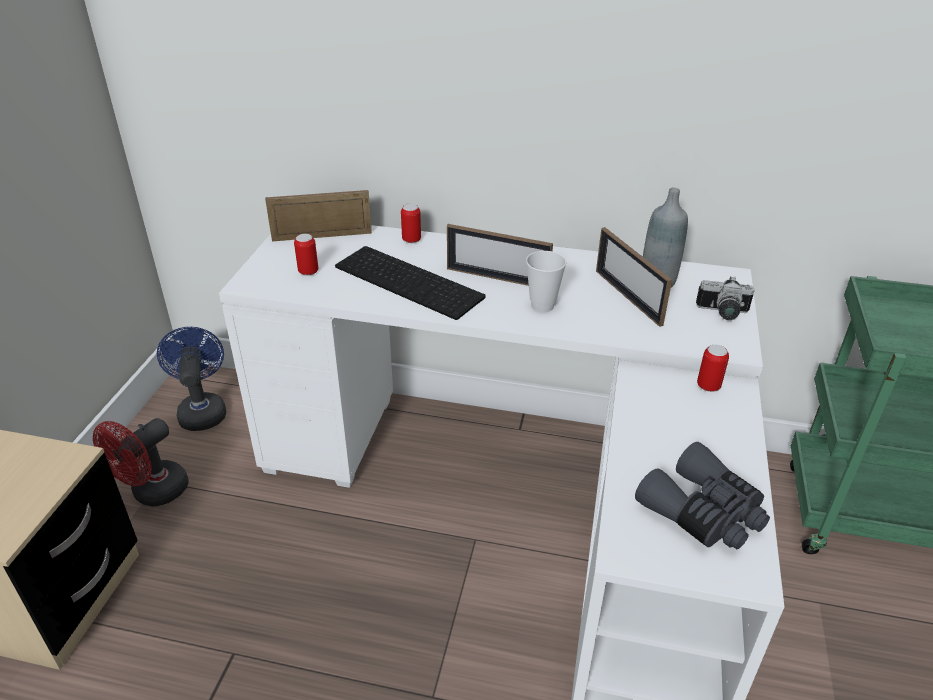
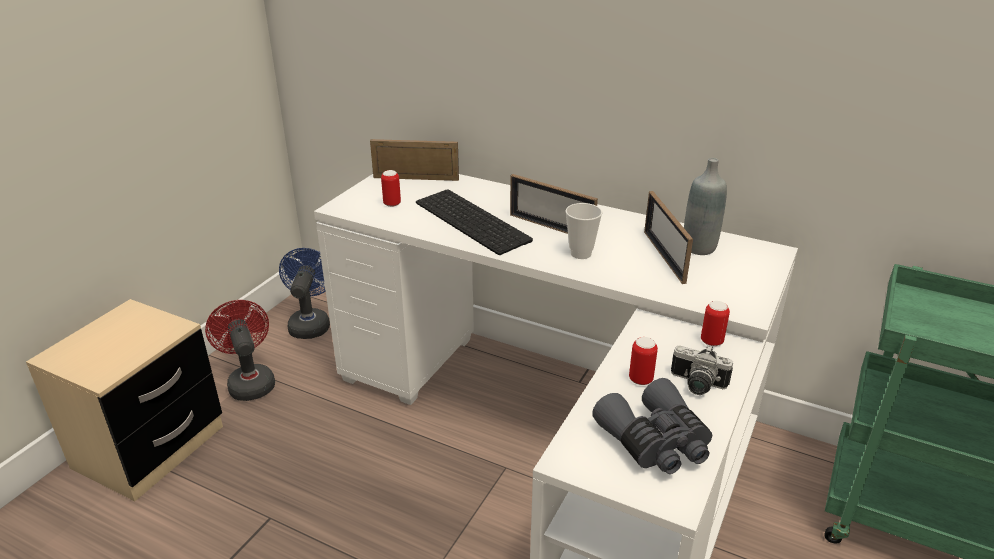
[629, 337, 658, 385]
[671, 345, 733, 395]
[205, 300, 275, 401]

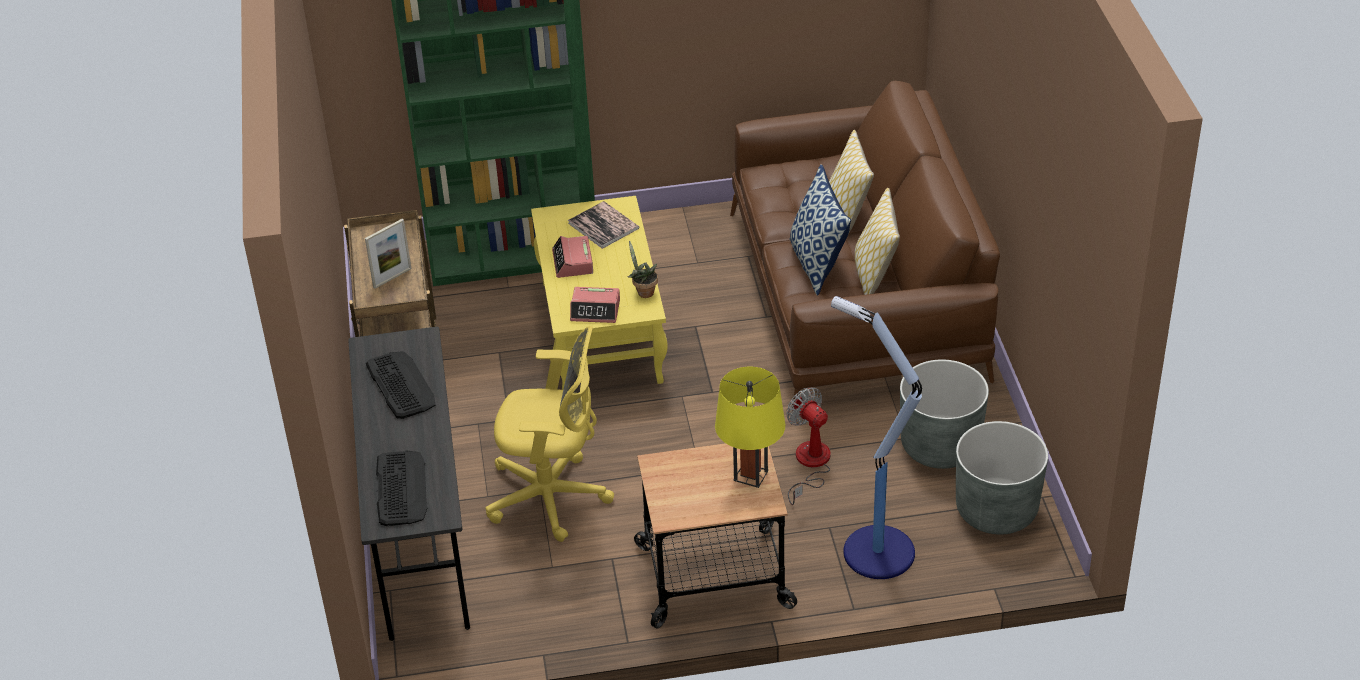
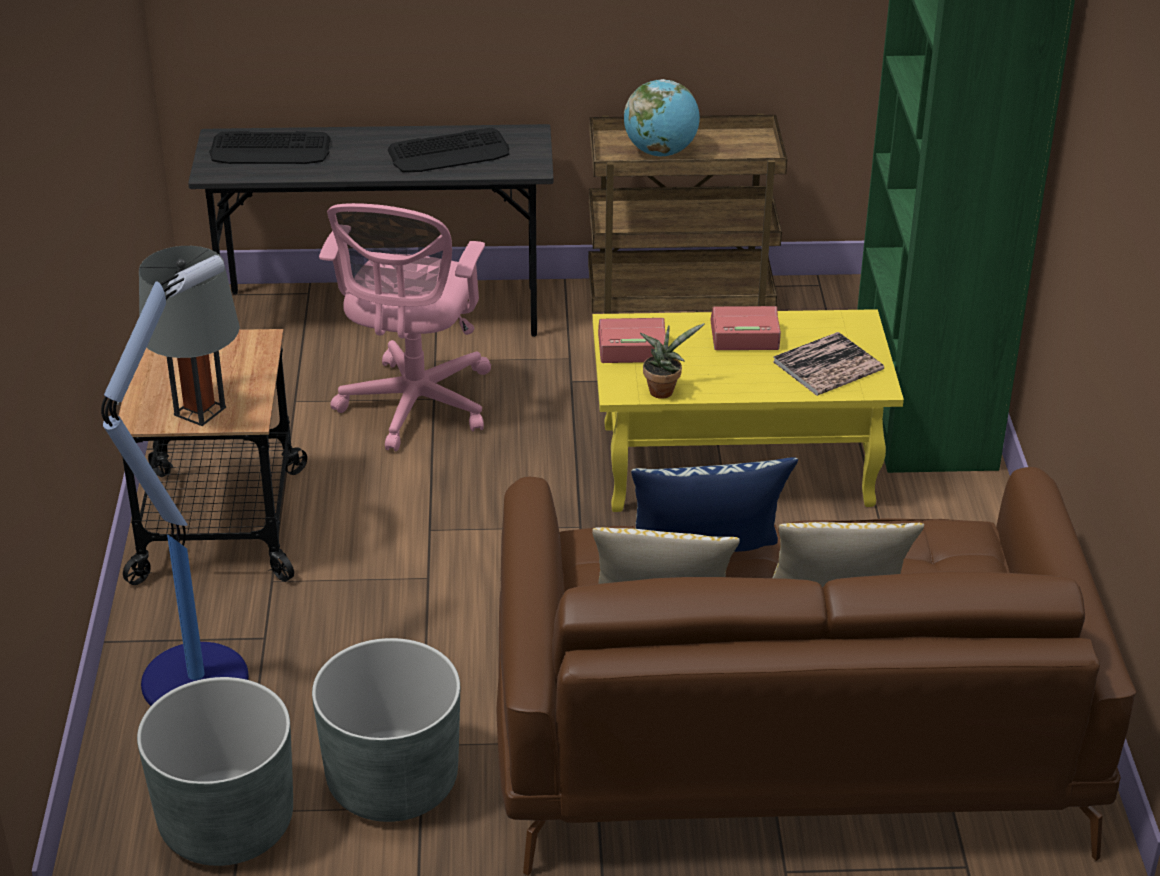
[624, 79, 700, 157]
[598, 318, 666, 363]
[319, 203, 491, 451]
[139, 246, 240, 426]
[787, 387, 831, 505] (first image)

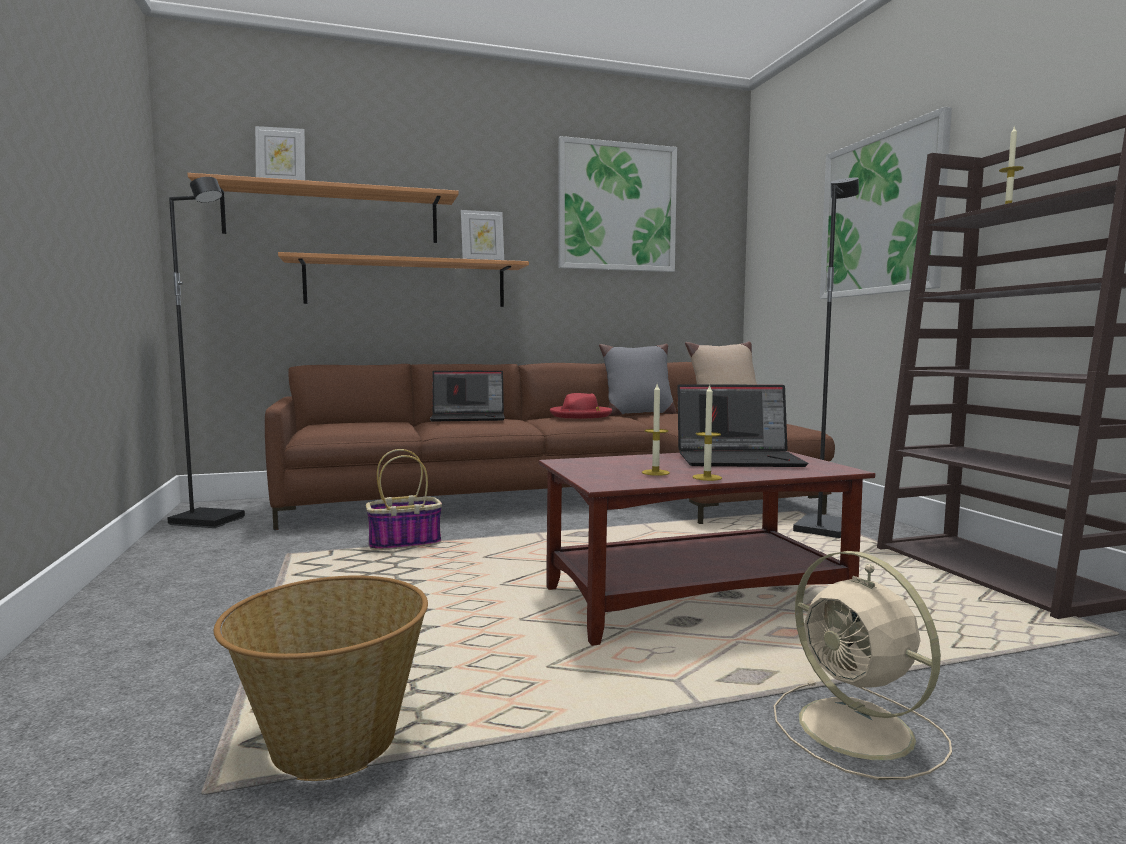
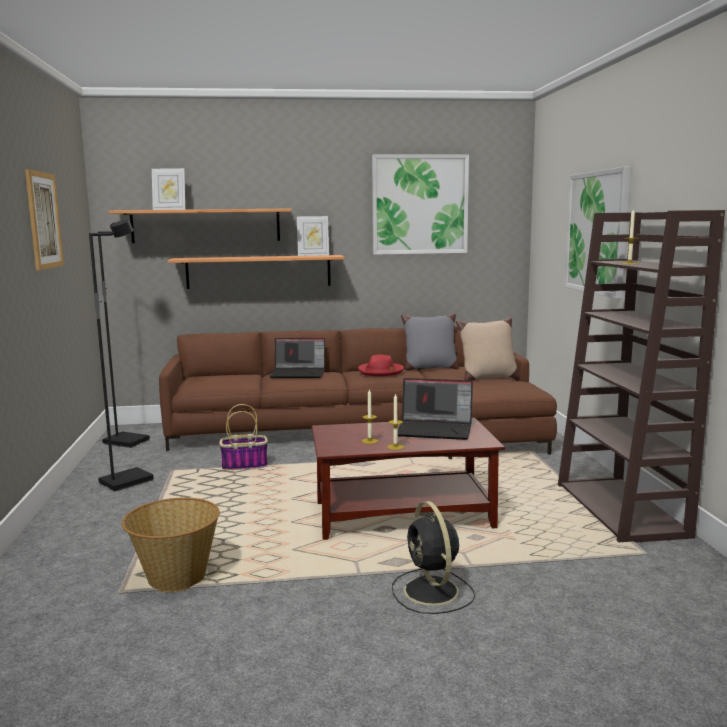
[89, 220, 154, 492]
[392, 501, 475, 614]
[25, 169, 64, 270]

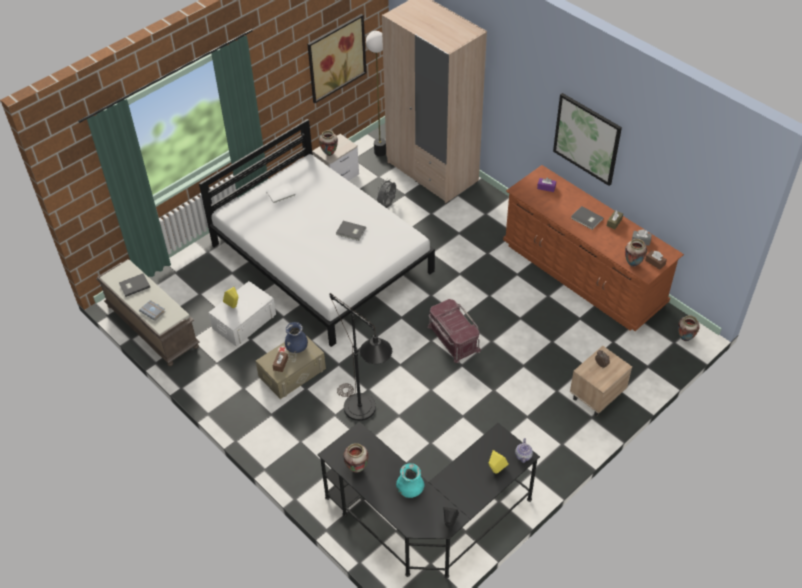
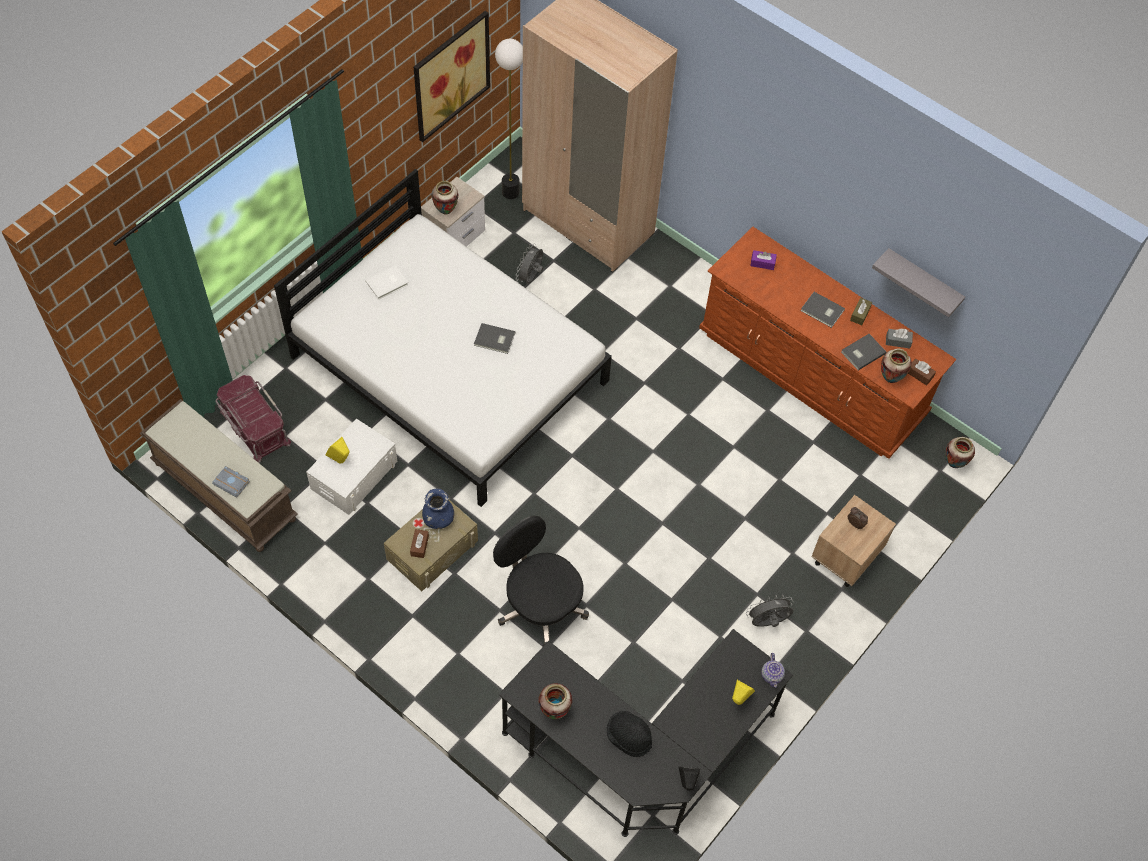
[553, 93, 622, 186] (first image)
[841, 334, 887, 370]
[493, 516, 589, 646]
[215, 375, 291, 463]
[607, 711, 652, 757]
[872, 248, 965, 317]
[746, 595, 793, 627]

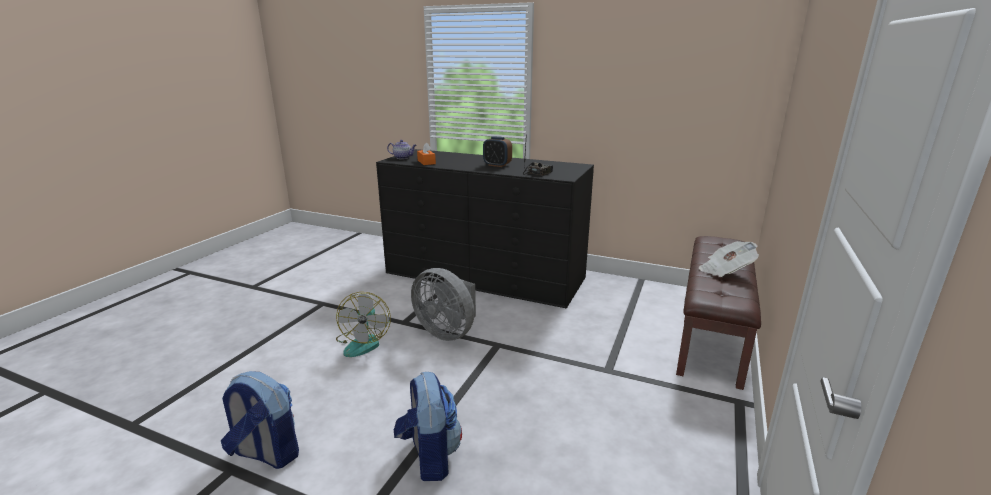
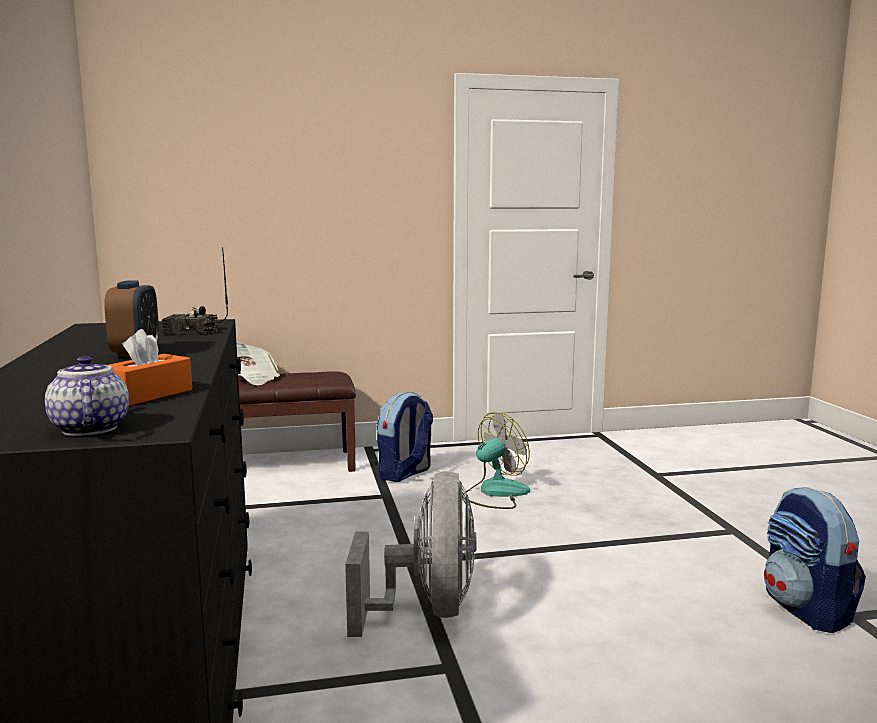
[462, 412, 530, 509]
[376, 392, 433, 482]

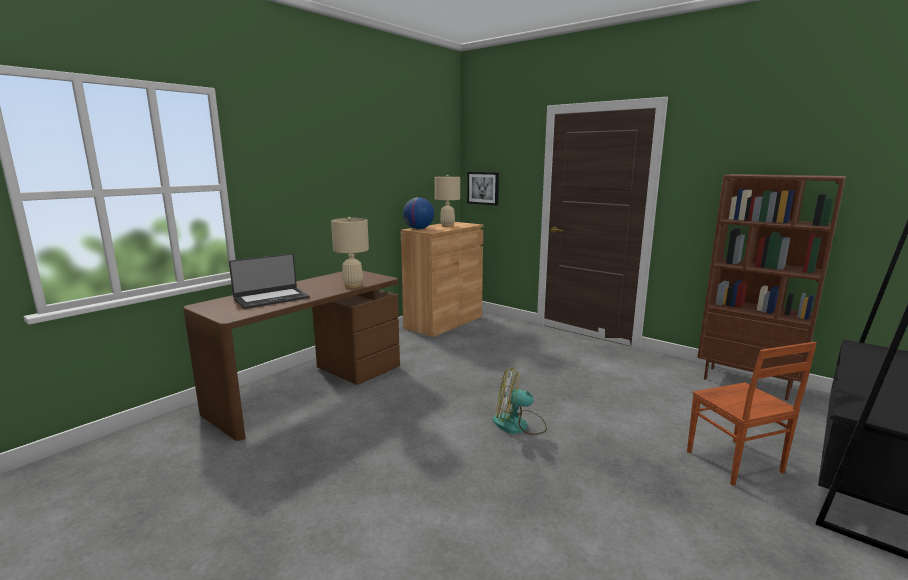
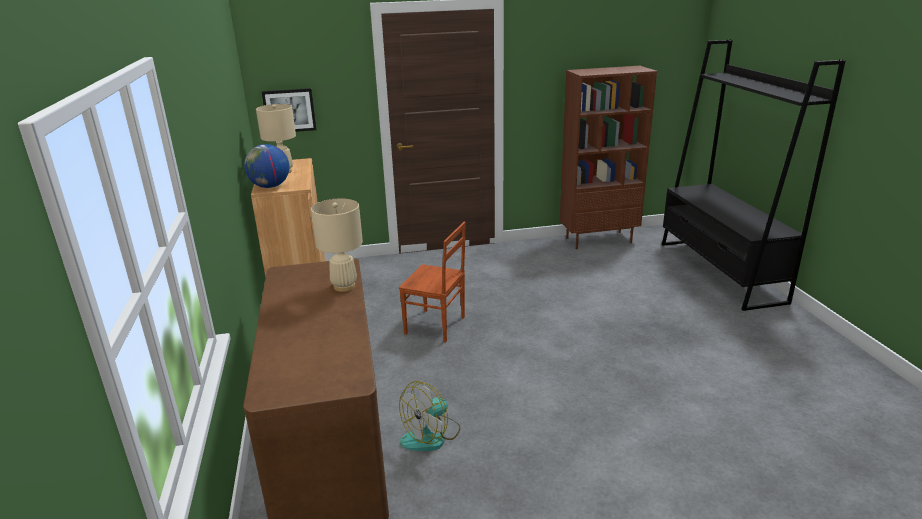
[229, 253, 309, 309] (first image)
[399, 222, 466, 343]
[399, 381, 461, 451]

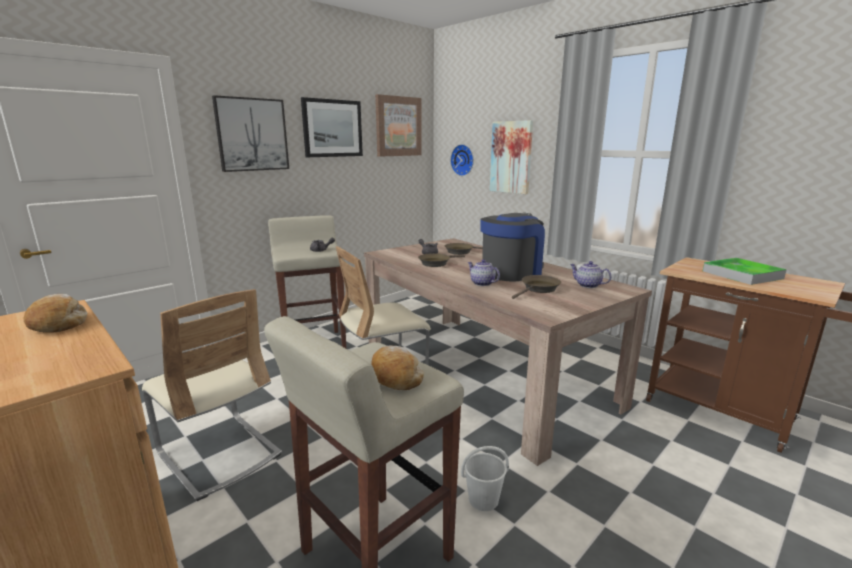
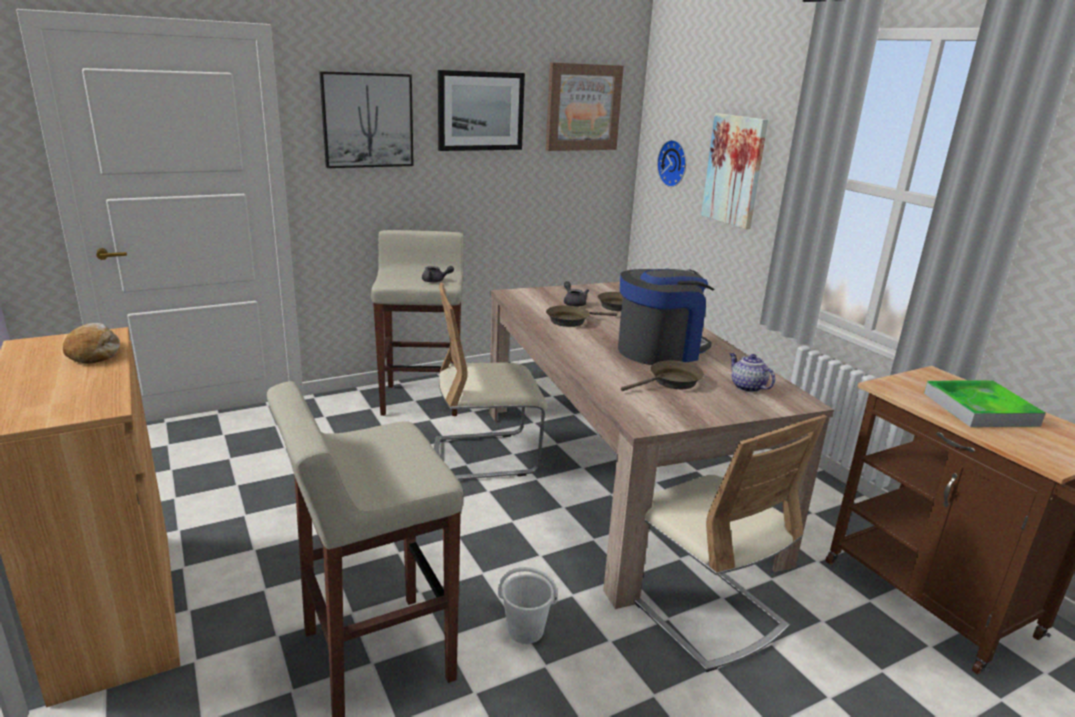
[468, 259, 500, 286] (first image)
[635, 415, 827, 672]
[371, 346, 424, 390] (first image)

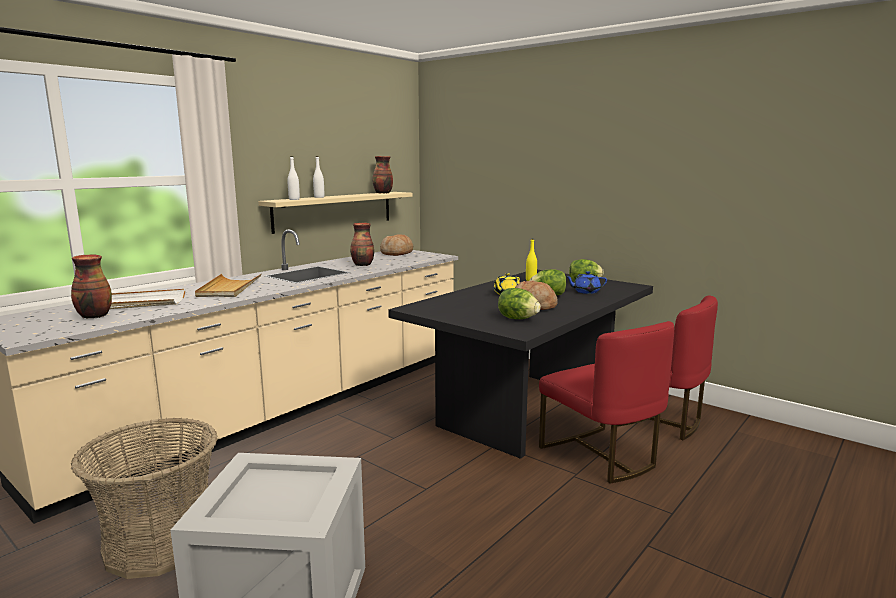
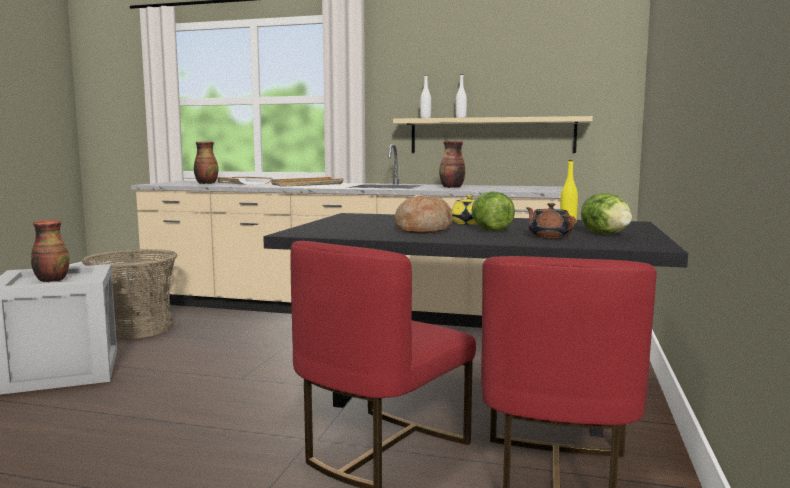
[31, 220, 70, 282]
[380, 235, 413, 256] (first image)
[526, 203, 576, 239]
[498, 288, 541, 319] (first image)

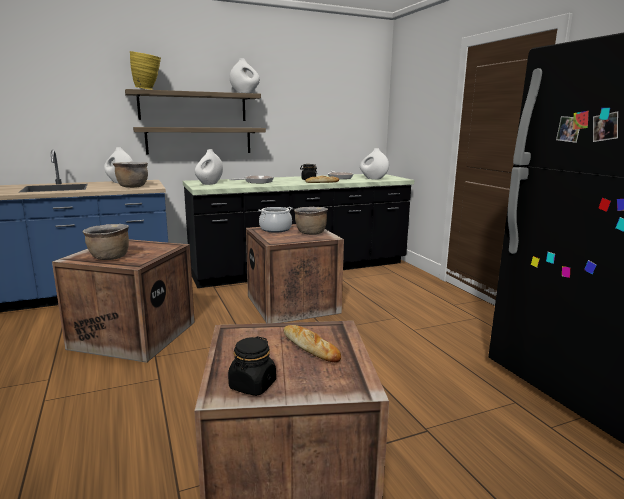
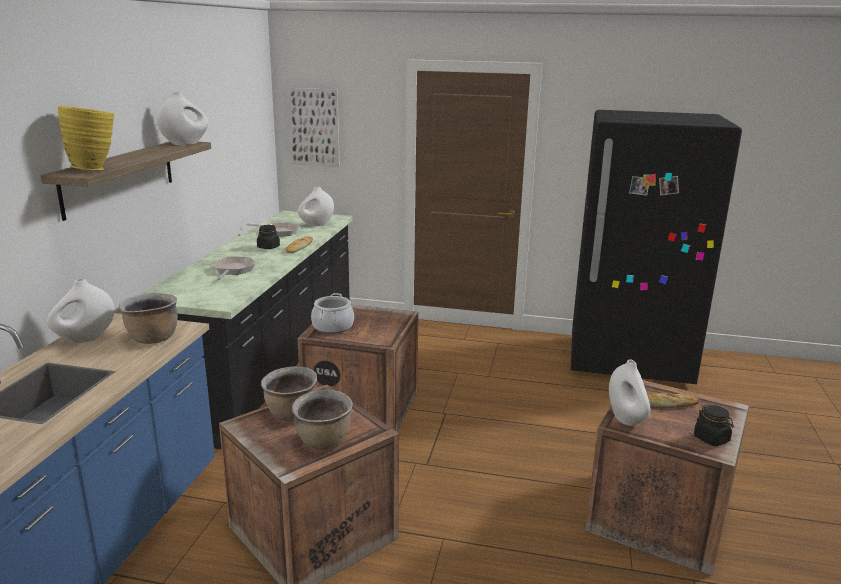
[133, 127, 266, 155] (first image)
[609, 359, 650, 426]
[261, 366, 317, 421]
[289, 88, 340, 167]

